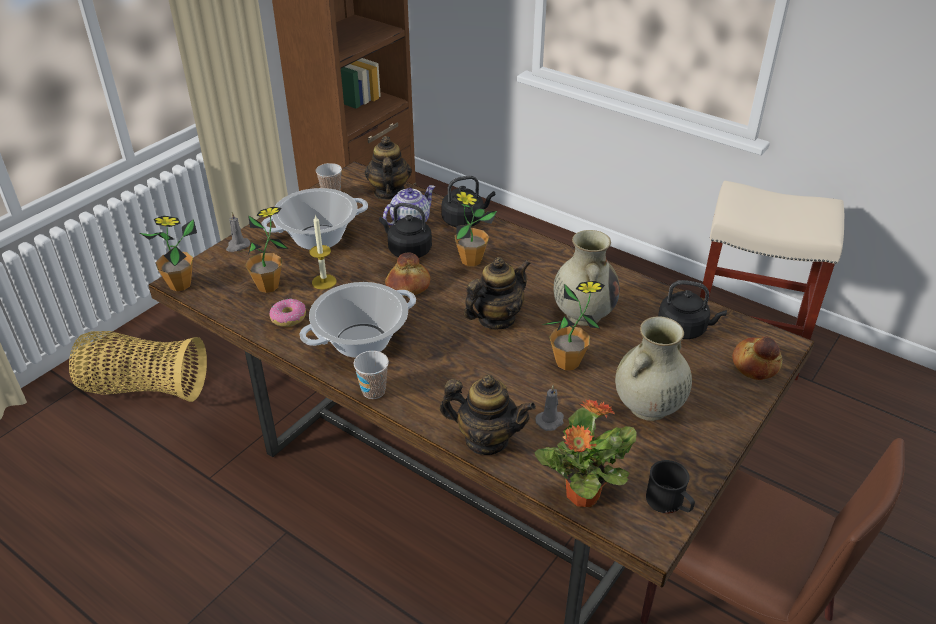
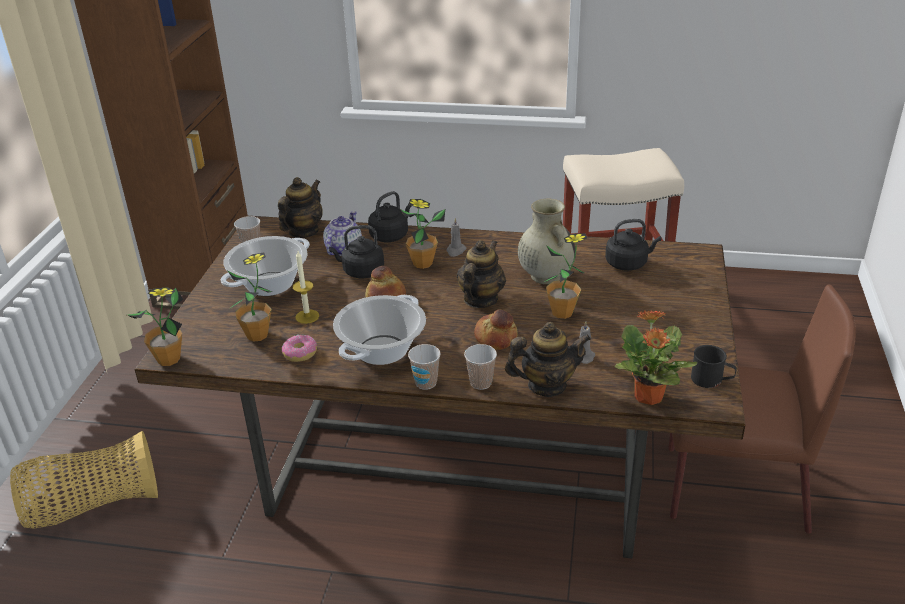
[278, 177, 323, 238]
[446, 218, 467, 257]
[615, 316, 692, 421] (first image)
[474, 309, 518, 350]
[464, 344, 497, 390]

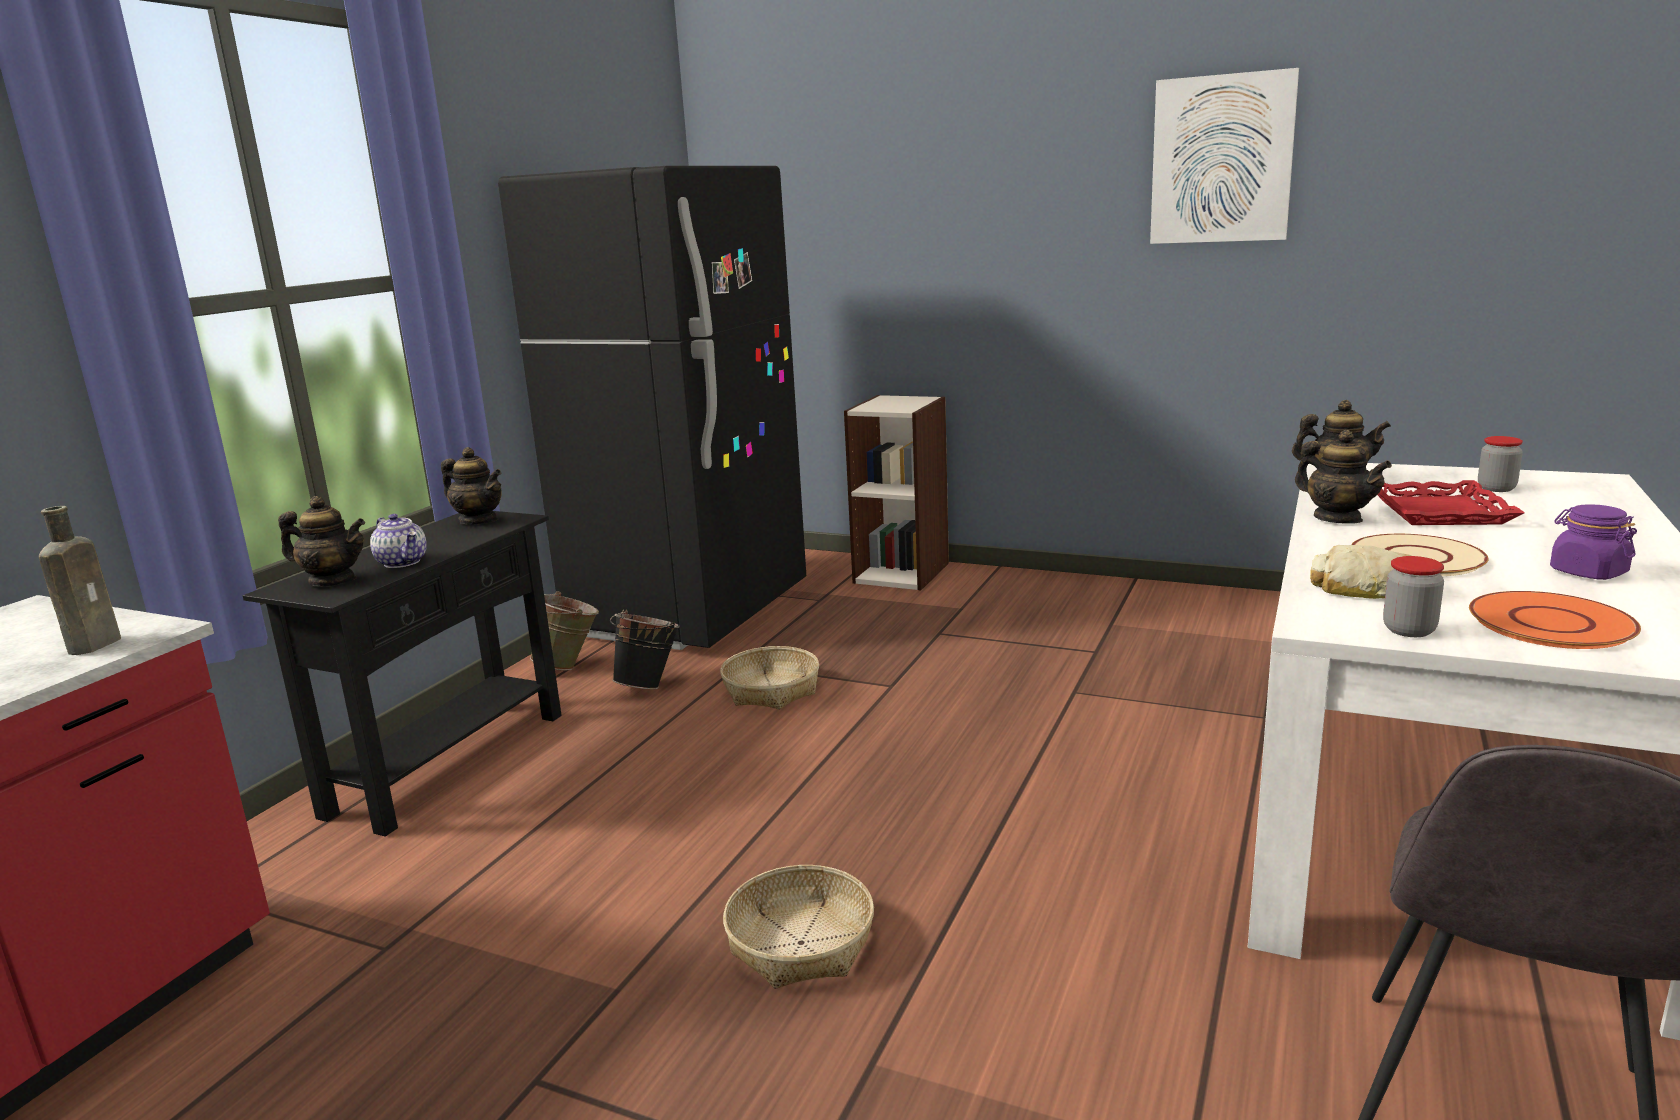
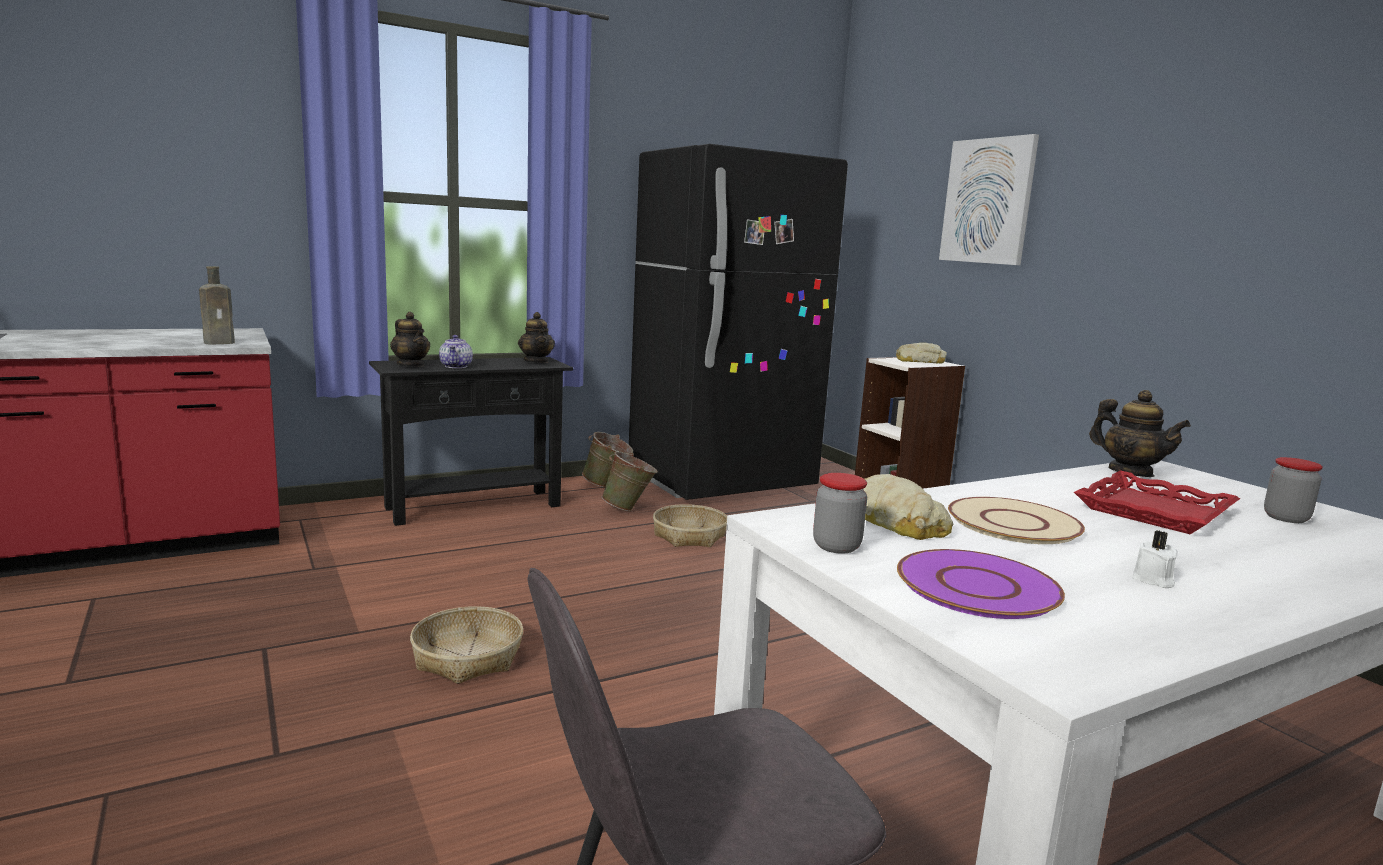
[939, 134, 1039, 265]
[1295, 430, 1392, 524] (first image)
[1132, 530, 1178, 588]
[897, 549, 1065, 619]
[602, 452, 658, 511]
[896, 343, 947, 364]

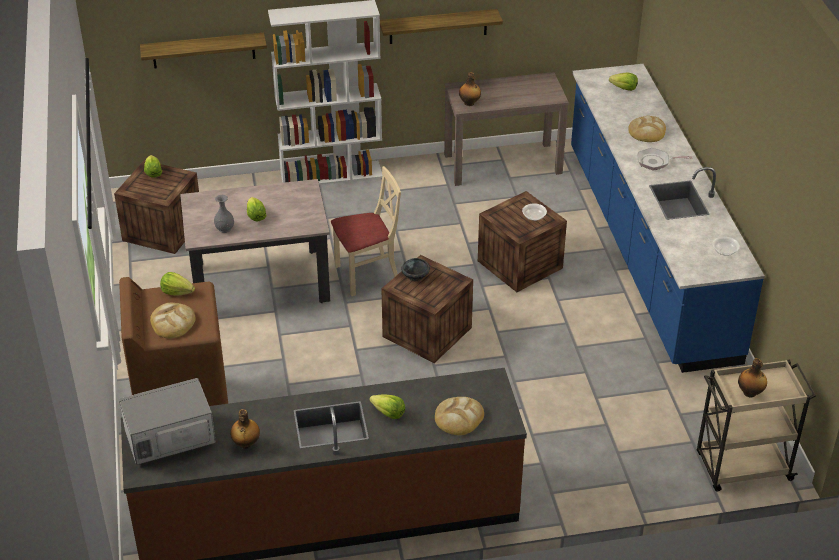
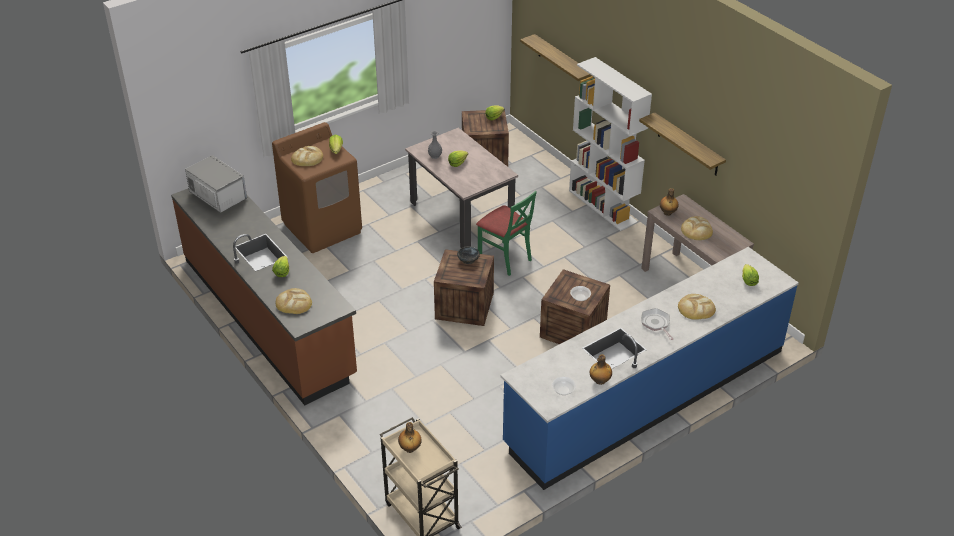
[476, 191, 537, 276]
[590, 354, 612, 385]
[681, 216, 713, 240]

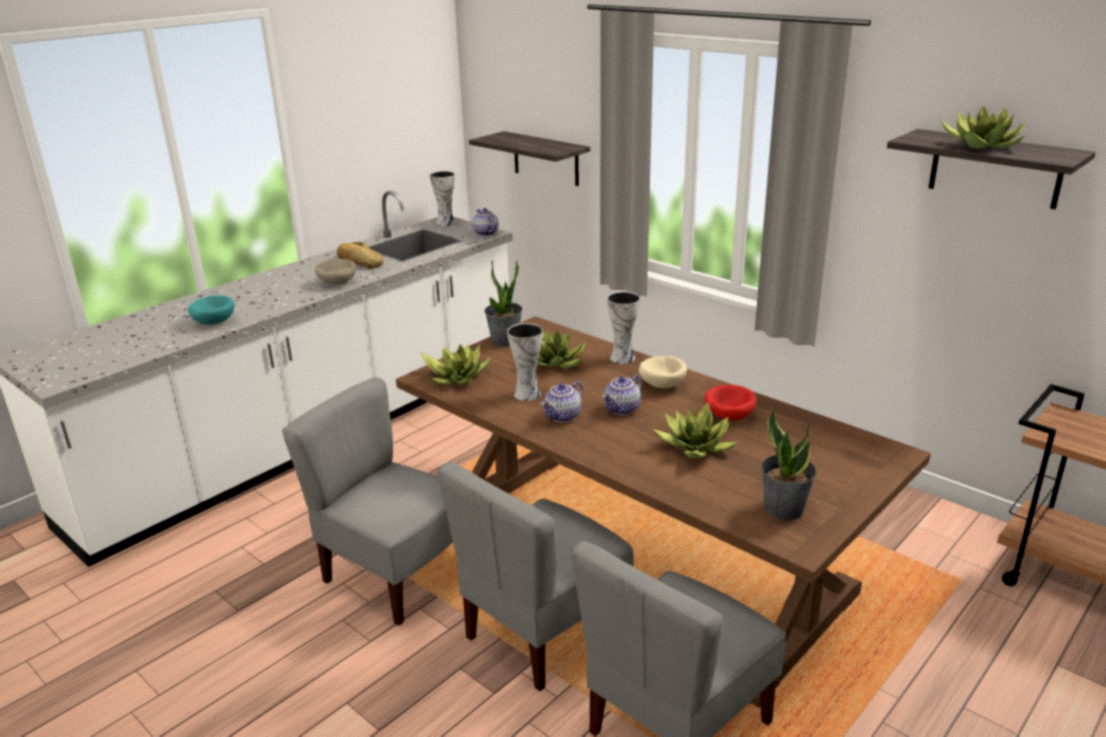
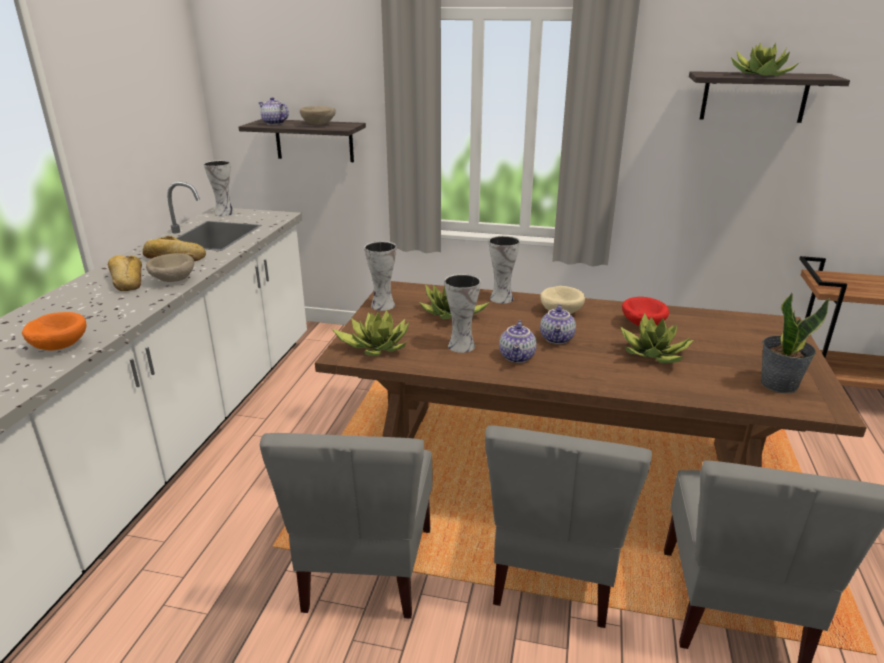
[258, 97, 289, 125]
[365, 241, 396, 311]
[22, 312, 86, 351]
[260, 433, 432, 619]
[300, 105, 336, 125]
[108, 255, 142, 291]

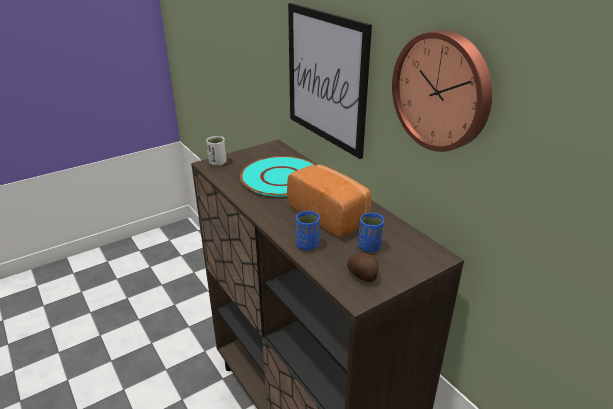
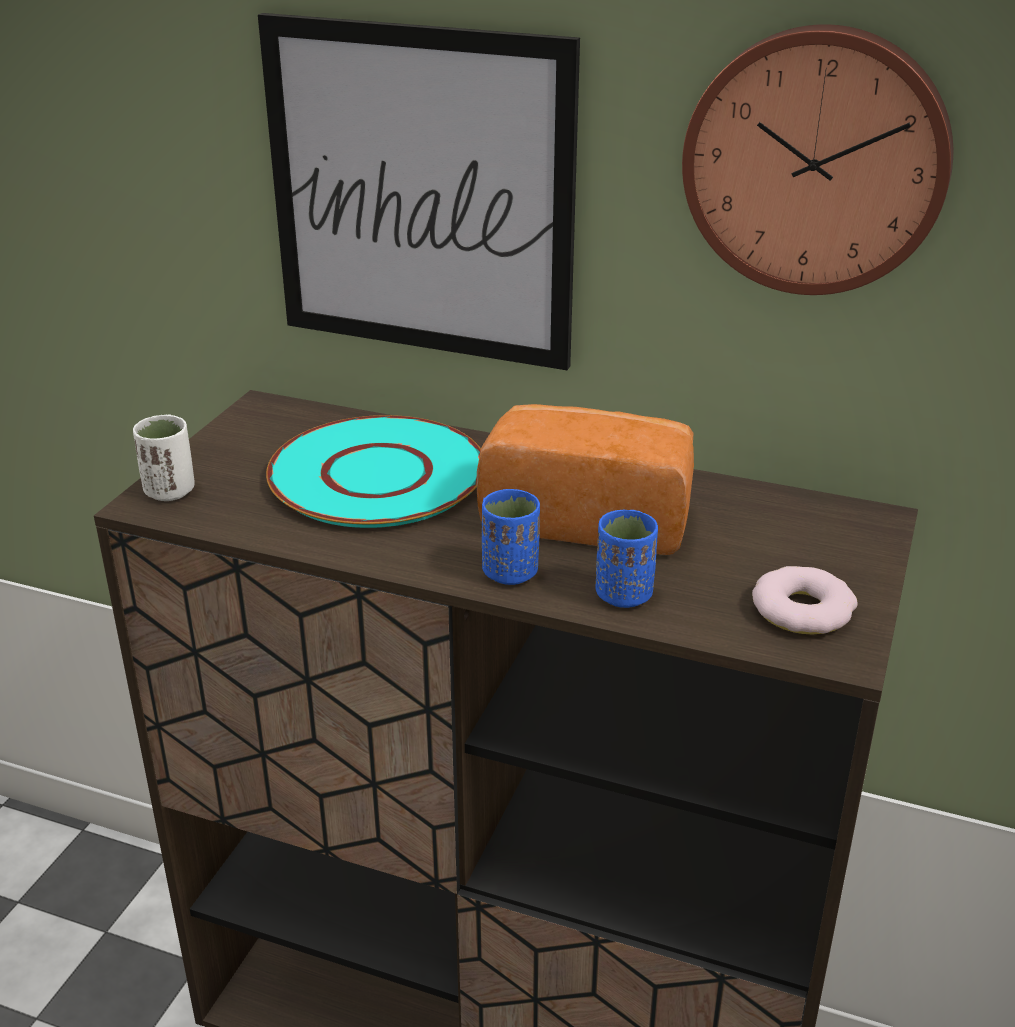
[482, 489, 540, 585]
[752, 566, 858, 635]

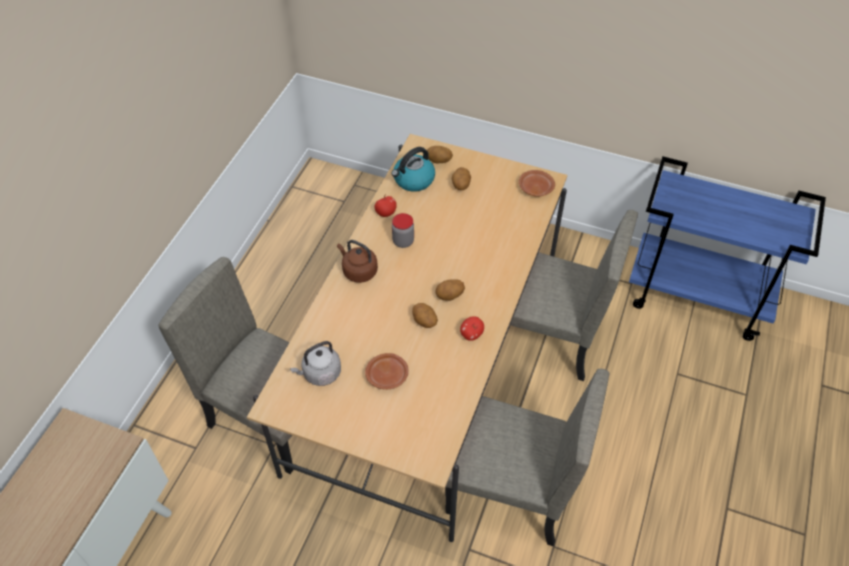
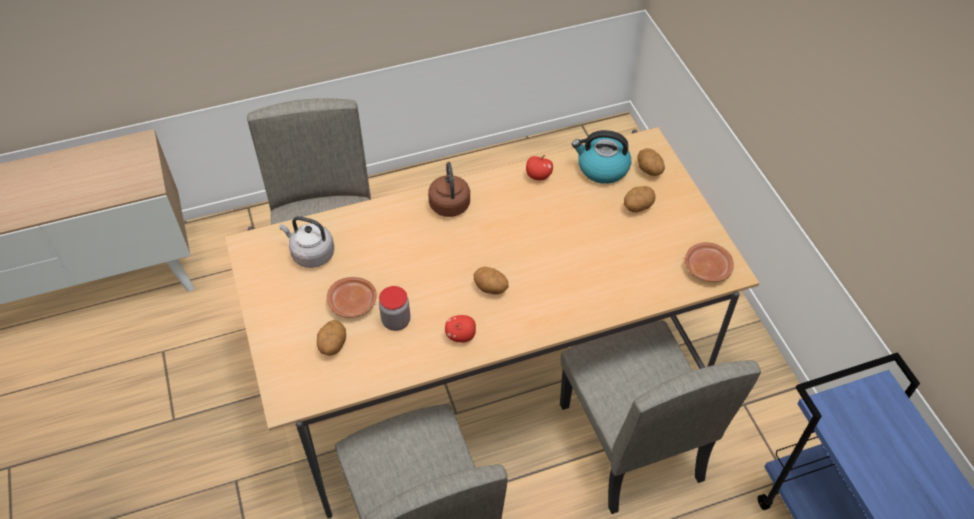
[379, 286, 410, 331]
[317, 320, 346, 356]

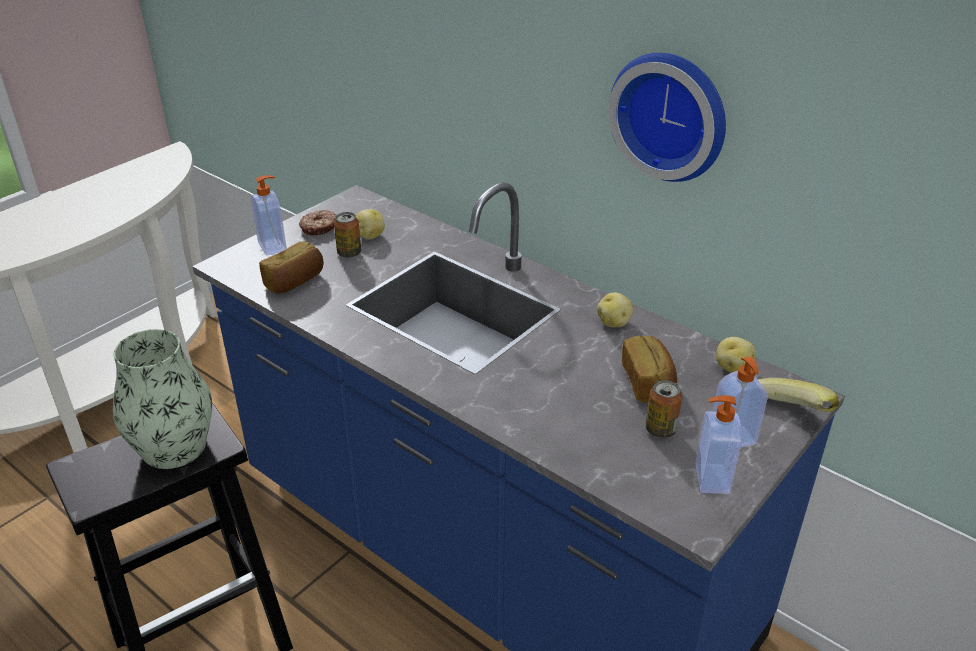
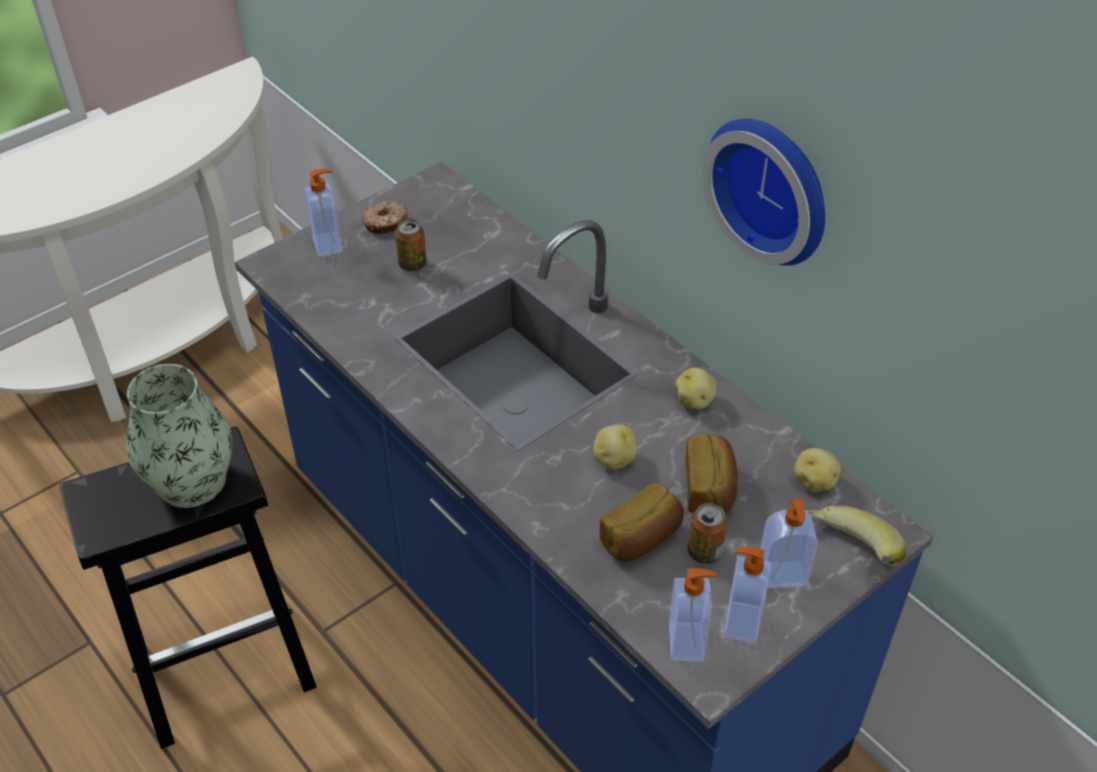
[593, 425, 637, 469]
[600, 482, 684, 562]
[669, 568, 717, 661]

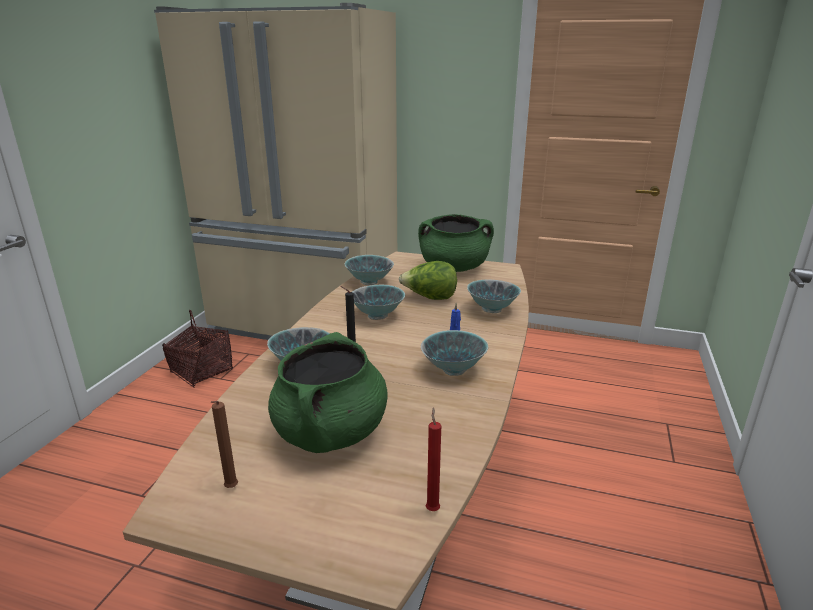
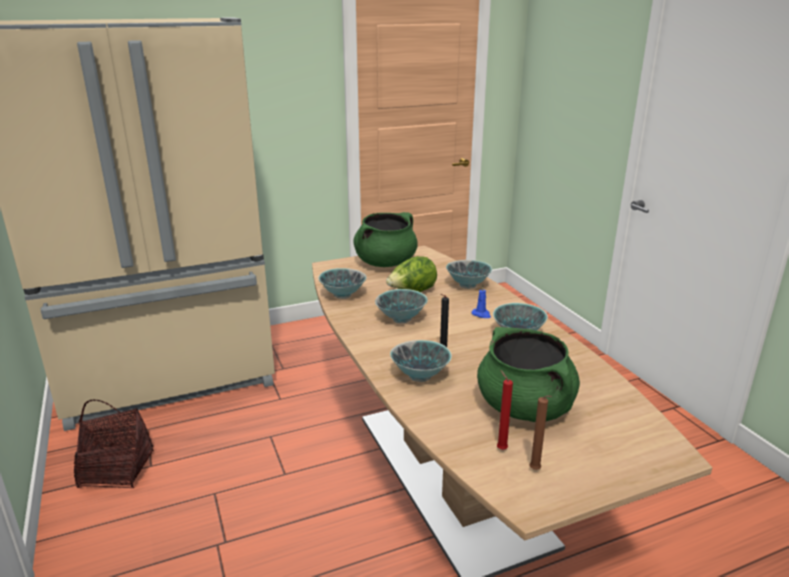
[497, 370, 513, 450]

